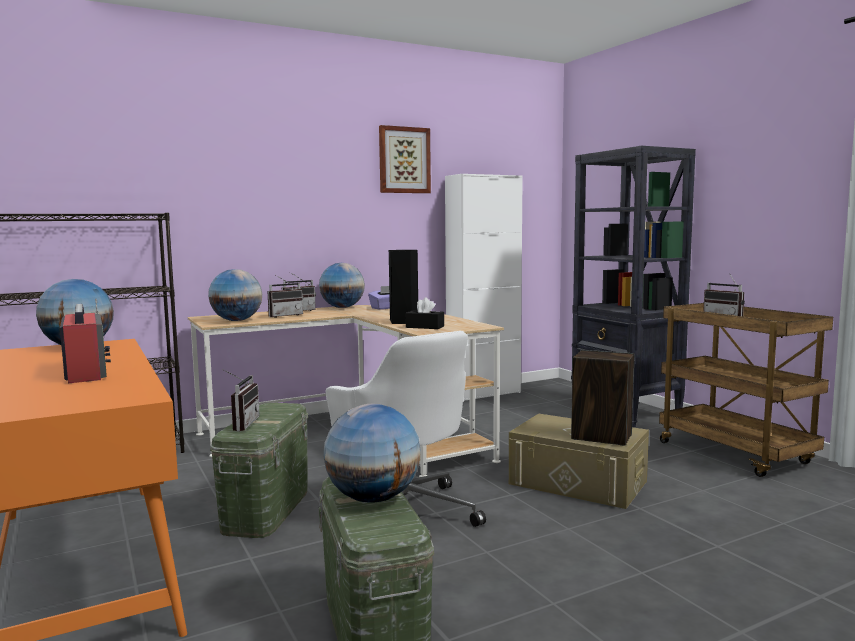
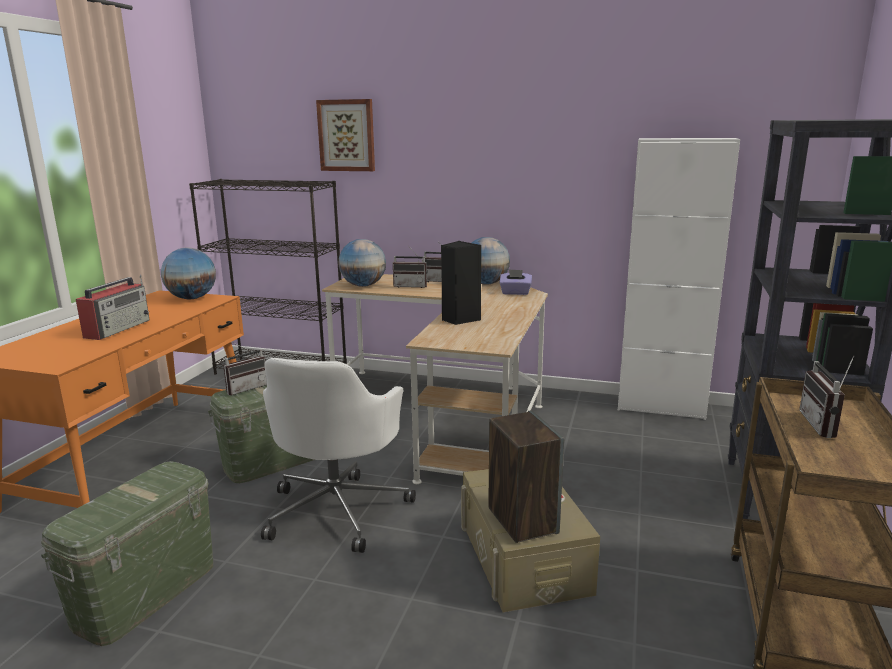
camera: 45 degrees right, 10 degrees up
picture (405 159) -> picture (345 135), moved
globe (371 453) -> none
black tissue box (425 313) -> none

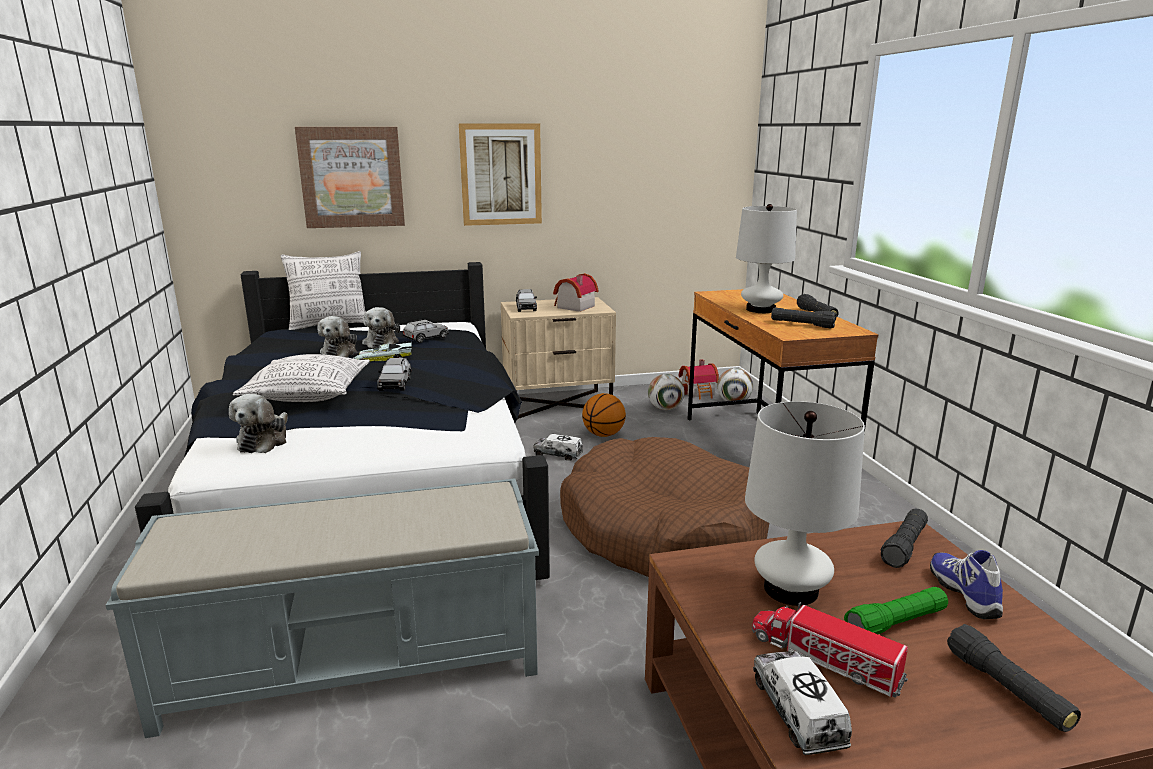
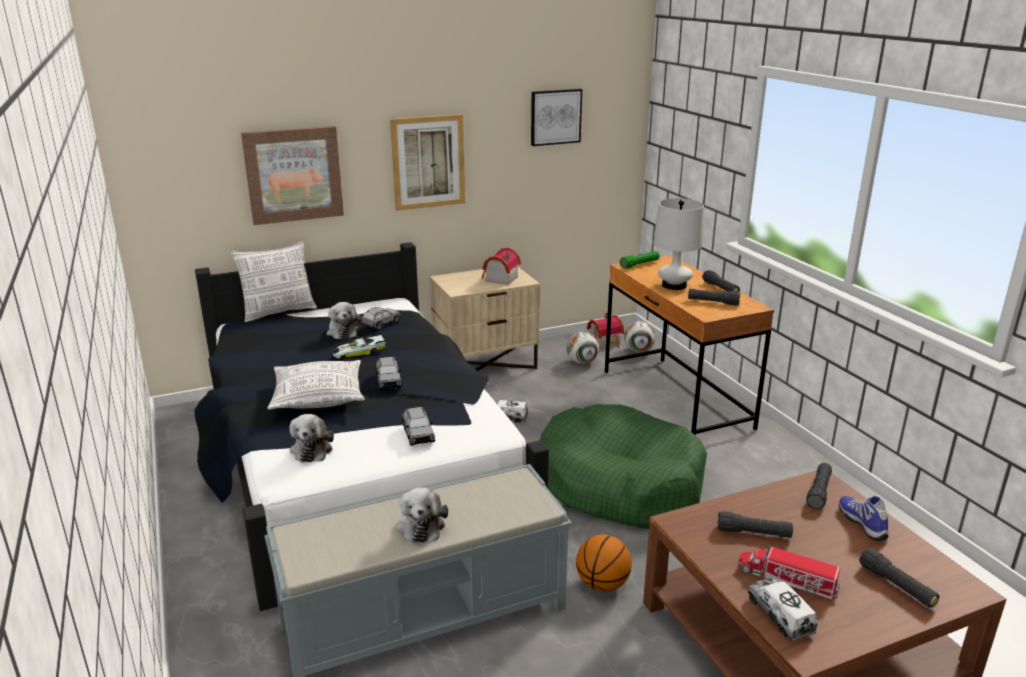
camera: 10 degrees left, 5 degrees up
plush toy (337 336) -> plush toy (422 515), moved
grey toy car (526 300) -> grey toy car (418 426), moved
none -> picture (556 117)
brown dog bed (664 507) -> green dog bed (623 466)
basketball (604 415) -> basketball (604 563), moved
green flashlight (896 611) -> green flashlight (639 260), moved
white table lamp (805 503) -> black flashlight (755 524)

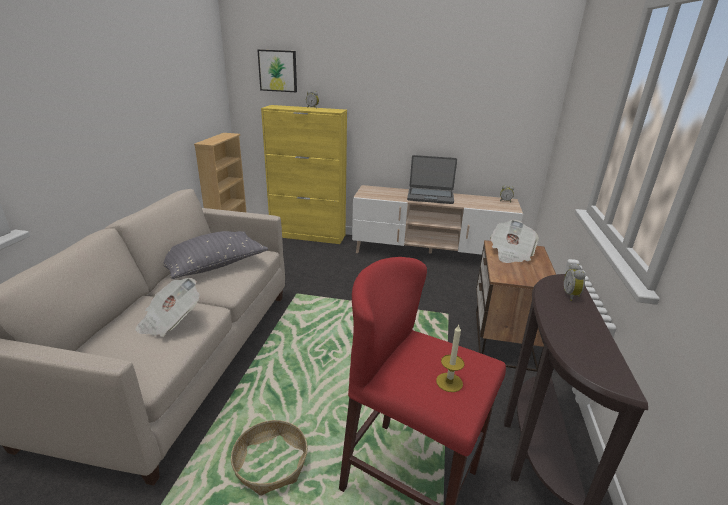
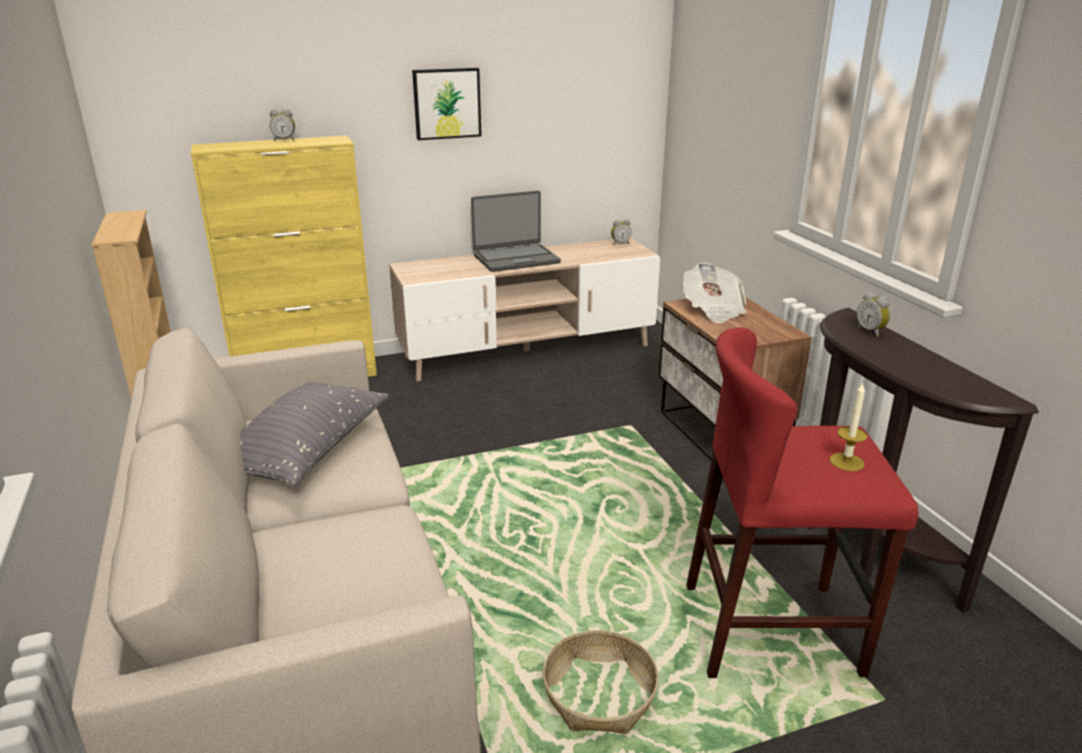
camera: 30 degrees left, 0 degrees up
picture (277 71) -> picture (447 104), moved
newspaper (167 307) -> none

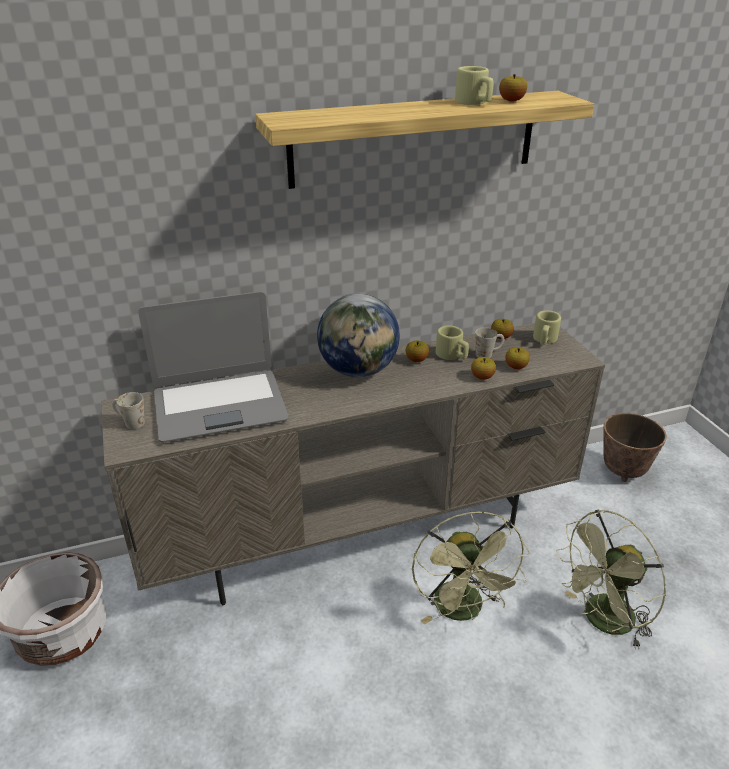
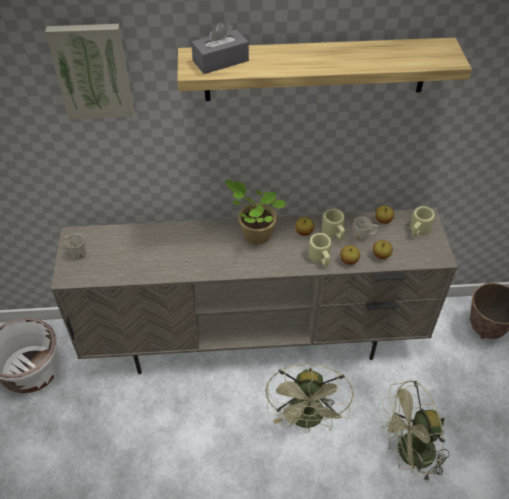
camera: 15 degrees right, 15 degrees up
none -> picture (89 71)
none -> grey tissue box (220 48)
globe (358 335) -> potted plant (255 212)
beige mug (474 85) -> beige mug (319 250), moved
laptop (213 366) -> none
apple (513 87) -> none

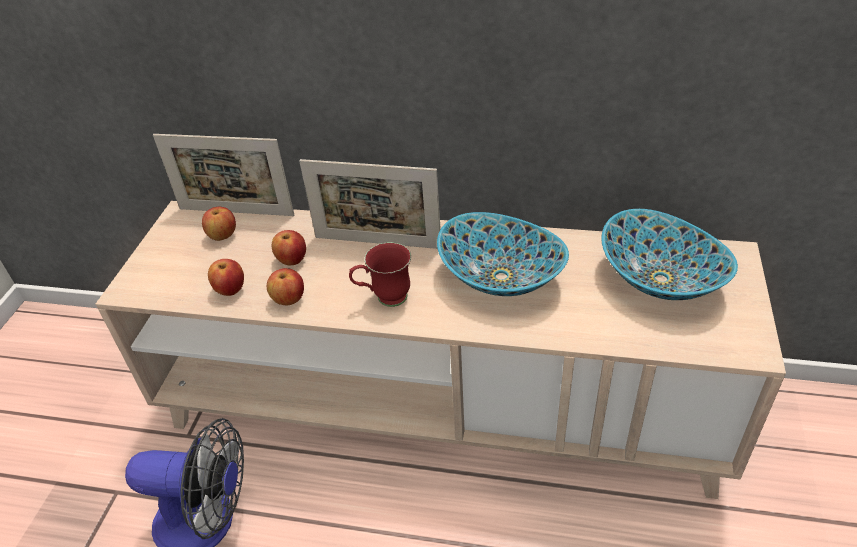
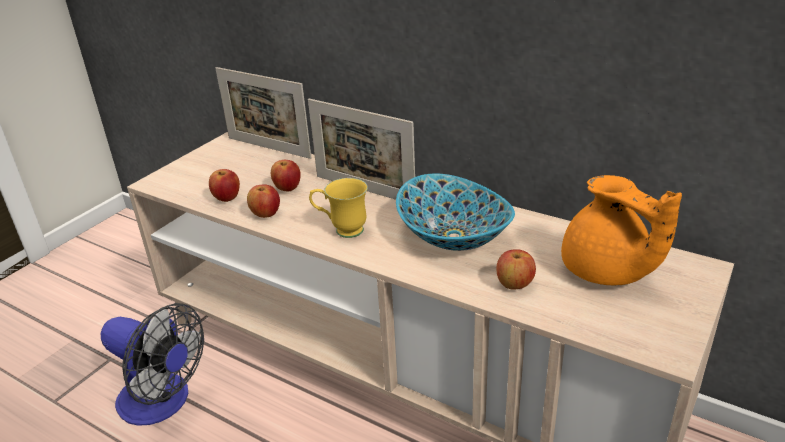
camera: 20 degrees right, 10 degrees down
red mug (380 274) -> yellow mug (338 208)
apple (219 224) -> apple (516 269), moved
bowl (669 254) -> orange teapot (621 230)

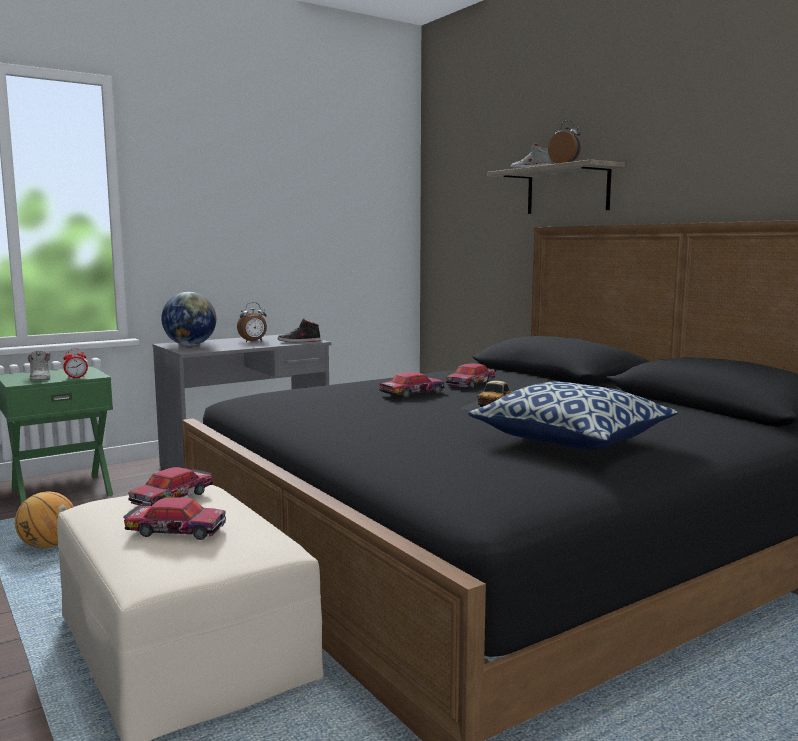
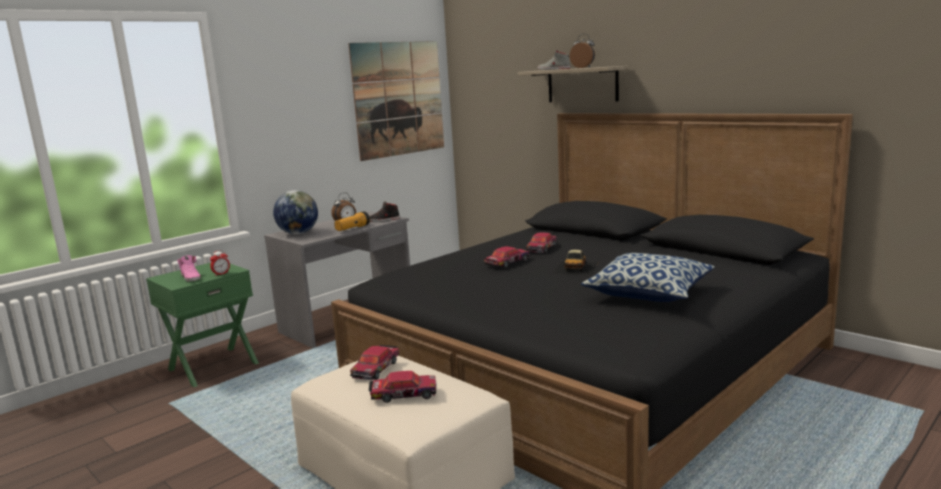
camera: 10 degrees left, 5 degrees up
grey shoe (38 365) -> pink shoe (189 268)
none -> flashlight (352 221)
none -> picture (396 101)
basketball (44 520) -> none

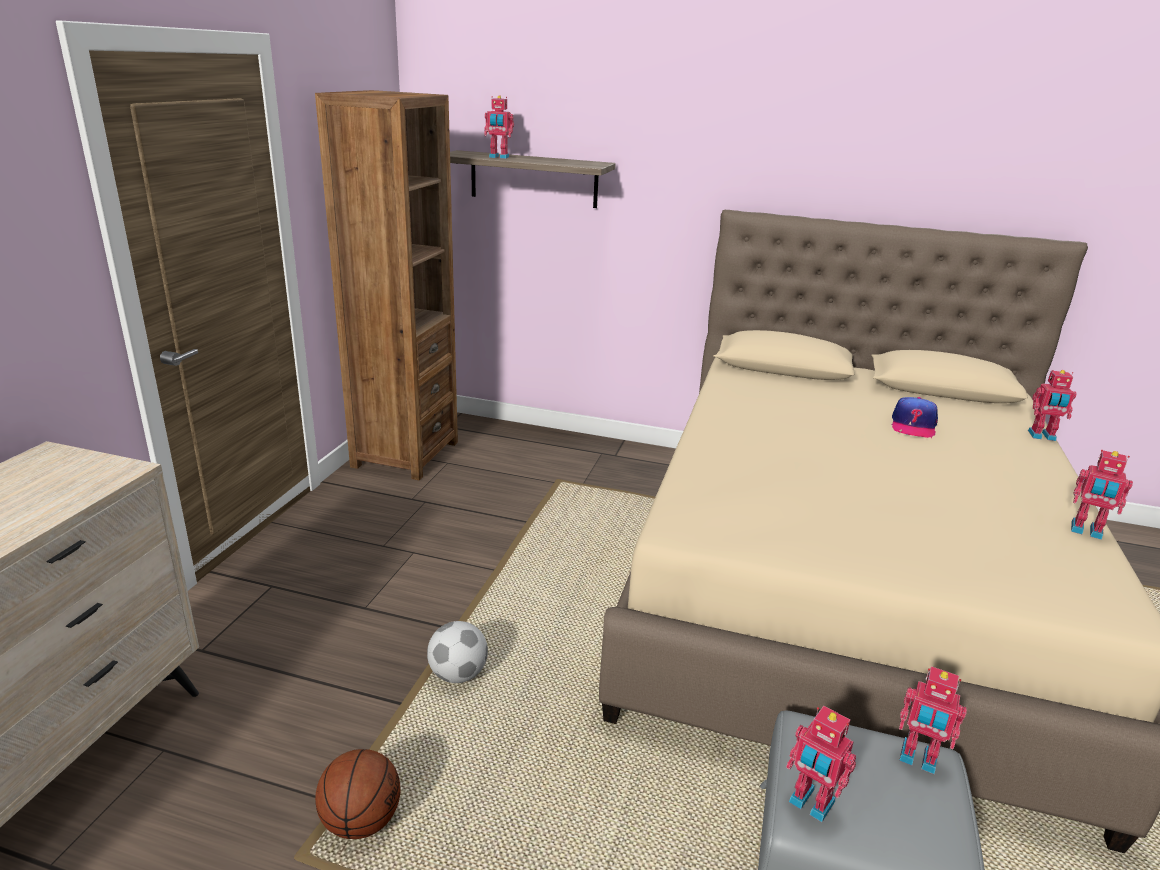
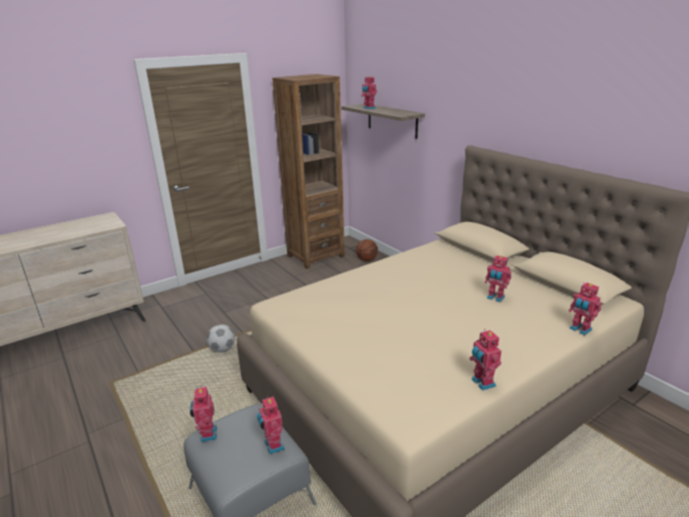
camera: 40 degrees right, 0 degrees up
basketball (358 794) -> basketball (367 250), moved
cap (915 417) -> toy robot (498 278)

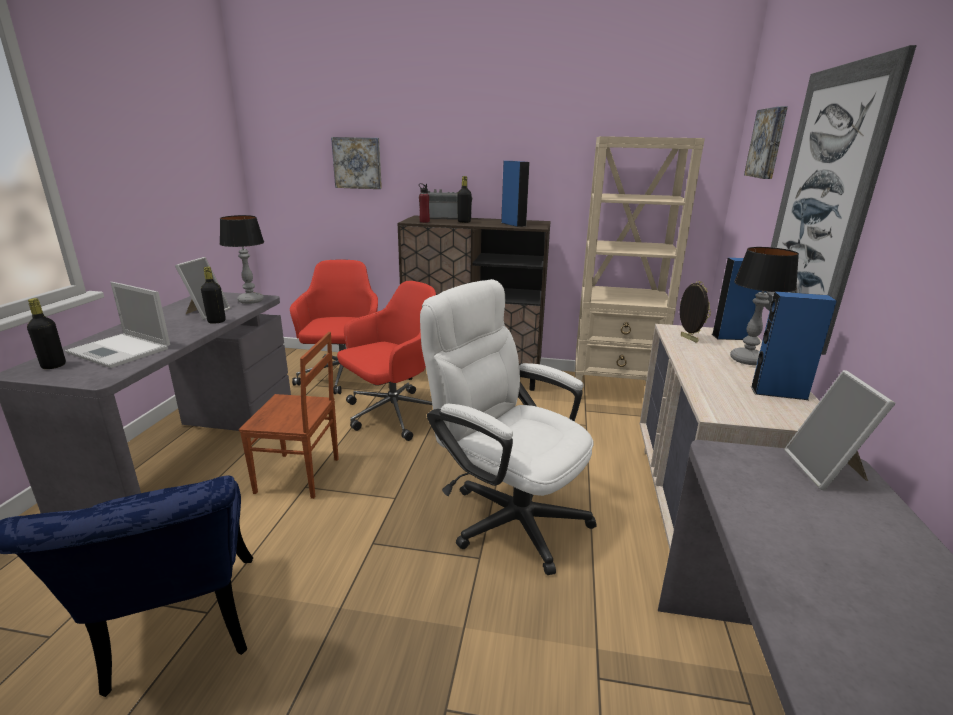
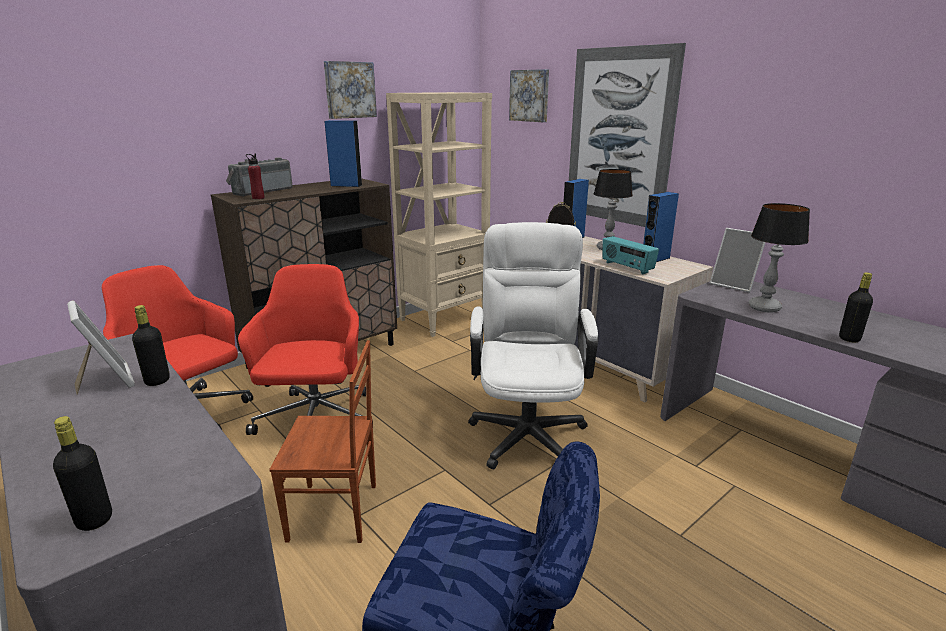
camera: 50 degrees left, 0 degrees up
brown chair (289 415) -> brown chair (322 441), 45 degrees clockwise
picture (356 163) -> picture (350 90), moved
white office chair (508 427) -> white office chair (533 345), 105 degrees clockwise
none -> radio (631 255)
table lamp (242 259) -> table lamp (779 258), moved
black bottle (464 199) -> black bottle (856 307), moved
laptop (117 325) -> none

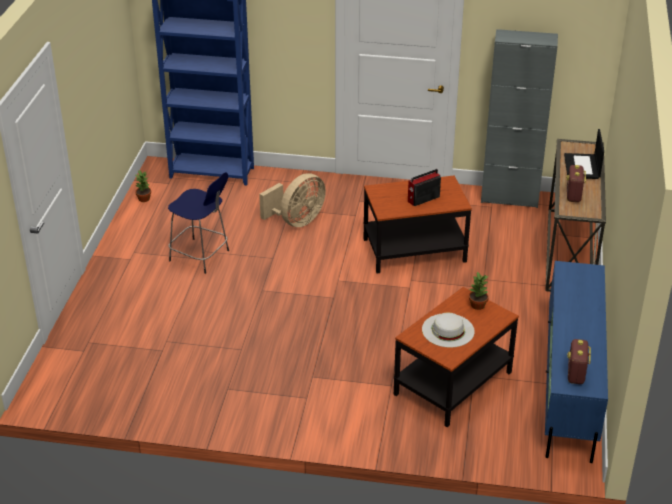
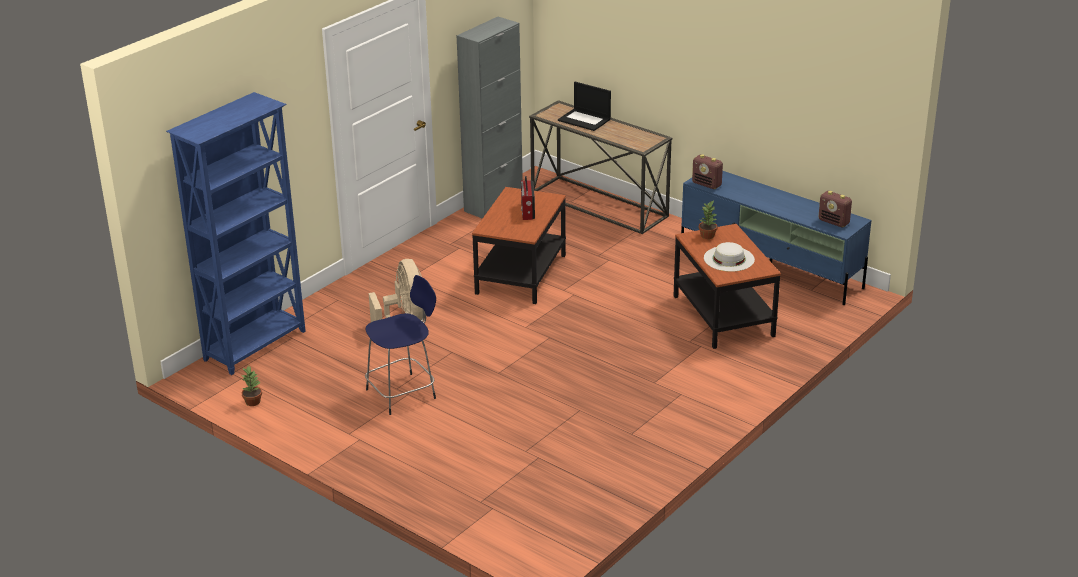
camera: 60 degrees left, 5 degrees down
radio (576 183) -> radio (707 171), moved

